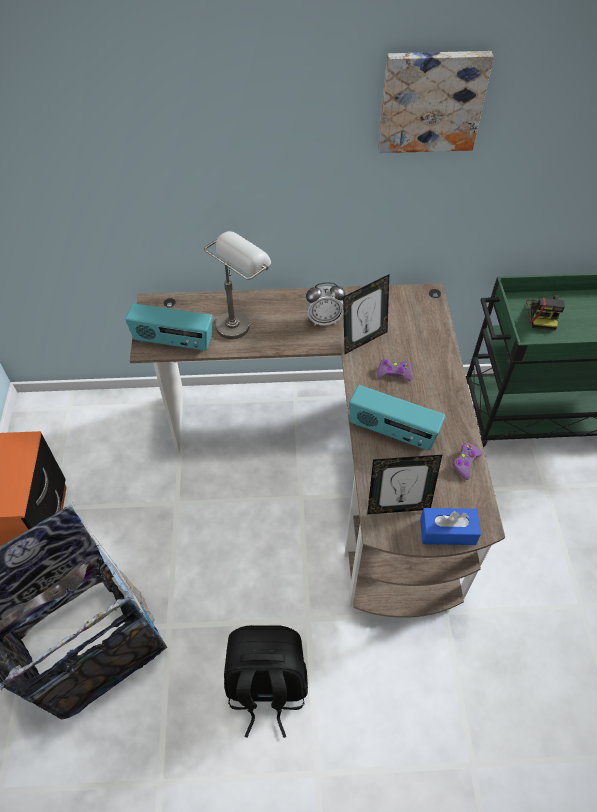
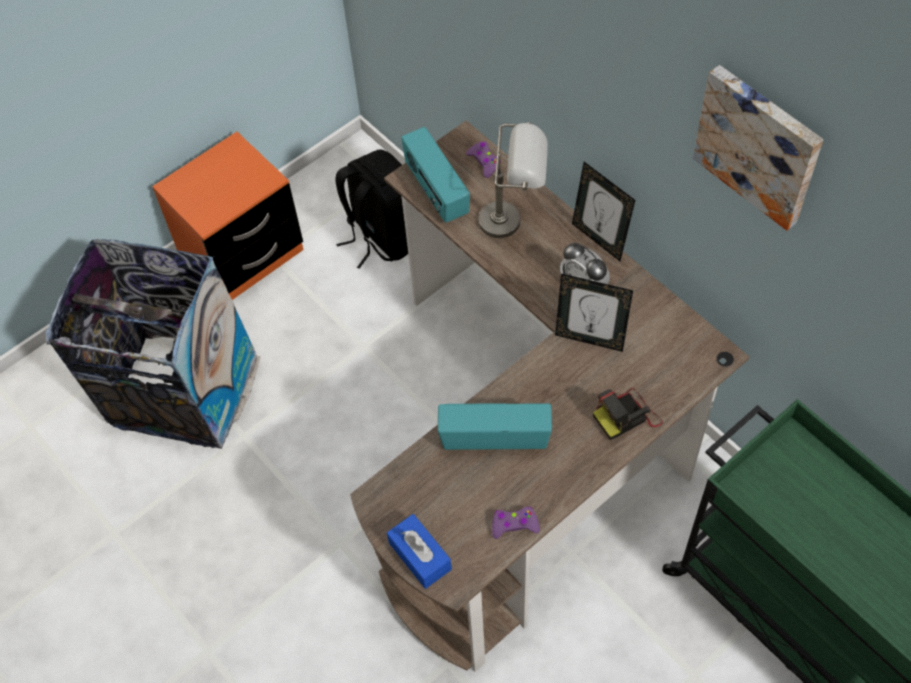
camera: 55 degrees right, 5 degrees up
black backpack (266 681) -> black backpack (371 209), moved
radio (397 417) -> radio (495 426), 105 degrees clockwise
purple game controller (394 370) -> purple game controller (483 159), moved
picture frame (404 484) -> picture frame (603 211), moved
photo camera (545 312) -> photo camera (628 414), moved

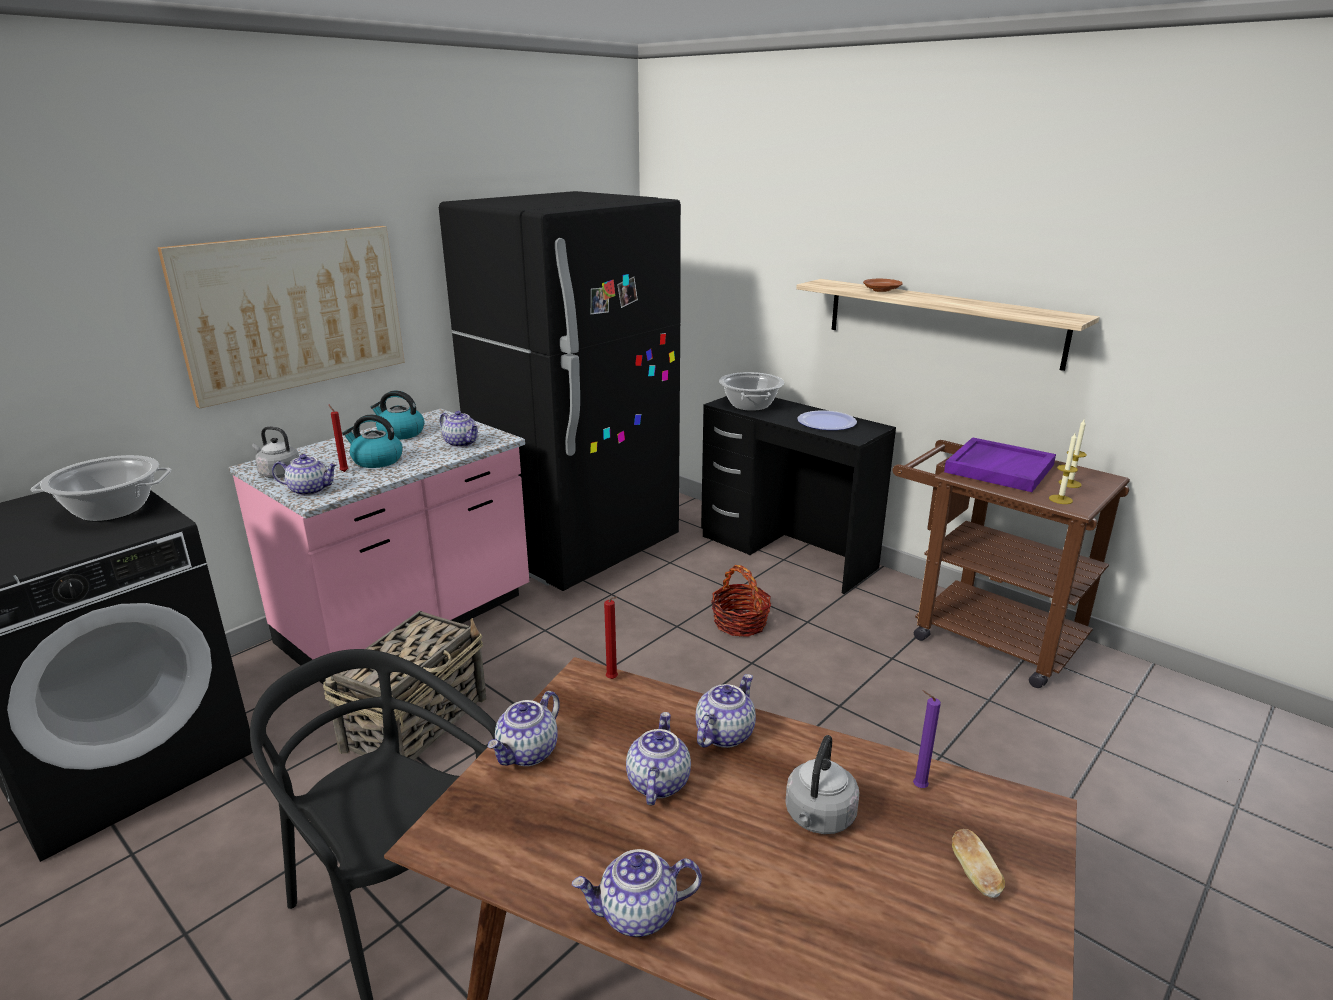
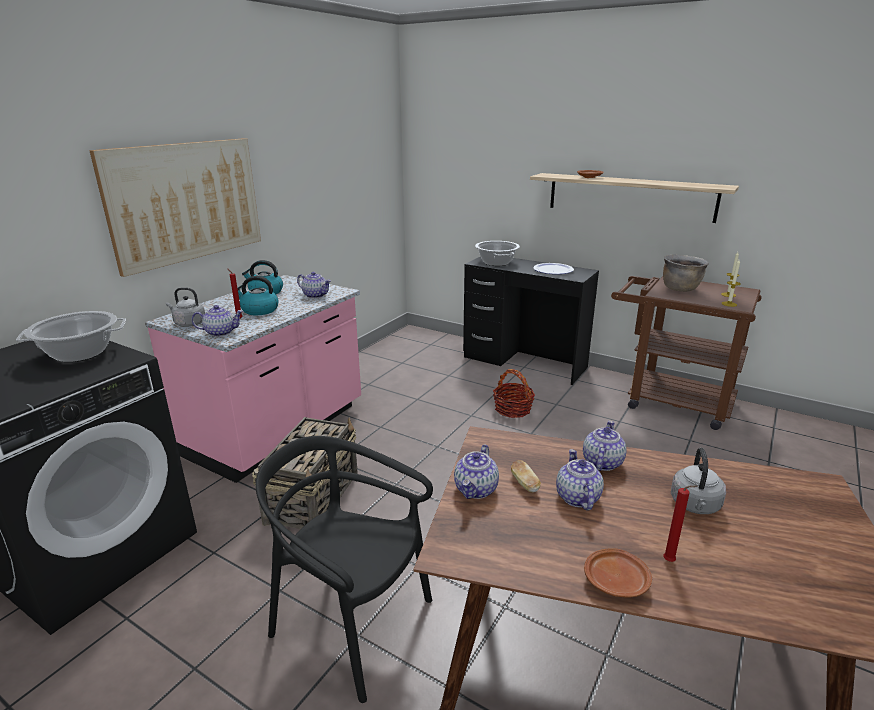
camera: 10 degrees left, 0 degrees up
bread (978 863) -> bread (526 476), moved
teapot (637 893) -> brown plate (618 573)
purple tray (1000 464) -> brown cooking pot (686 273)
red candle (611 638) -> red candle (680 523), moved
black fridge (560 391) -> none
purple candle (927 739) -> none

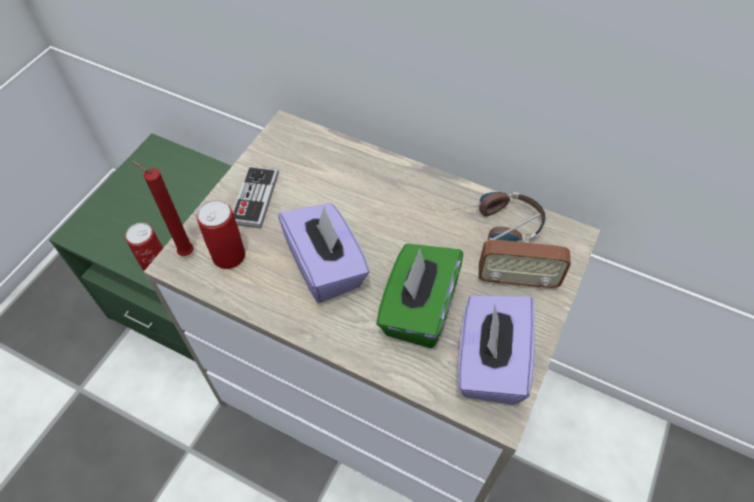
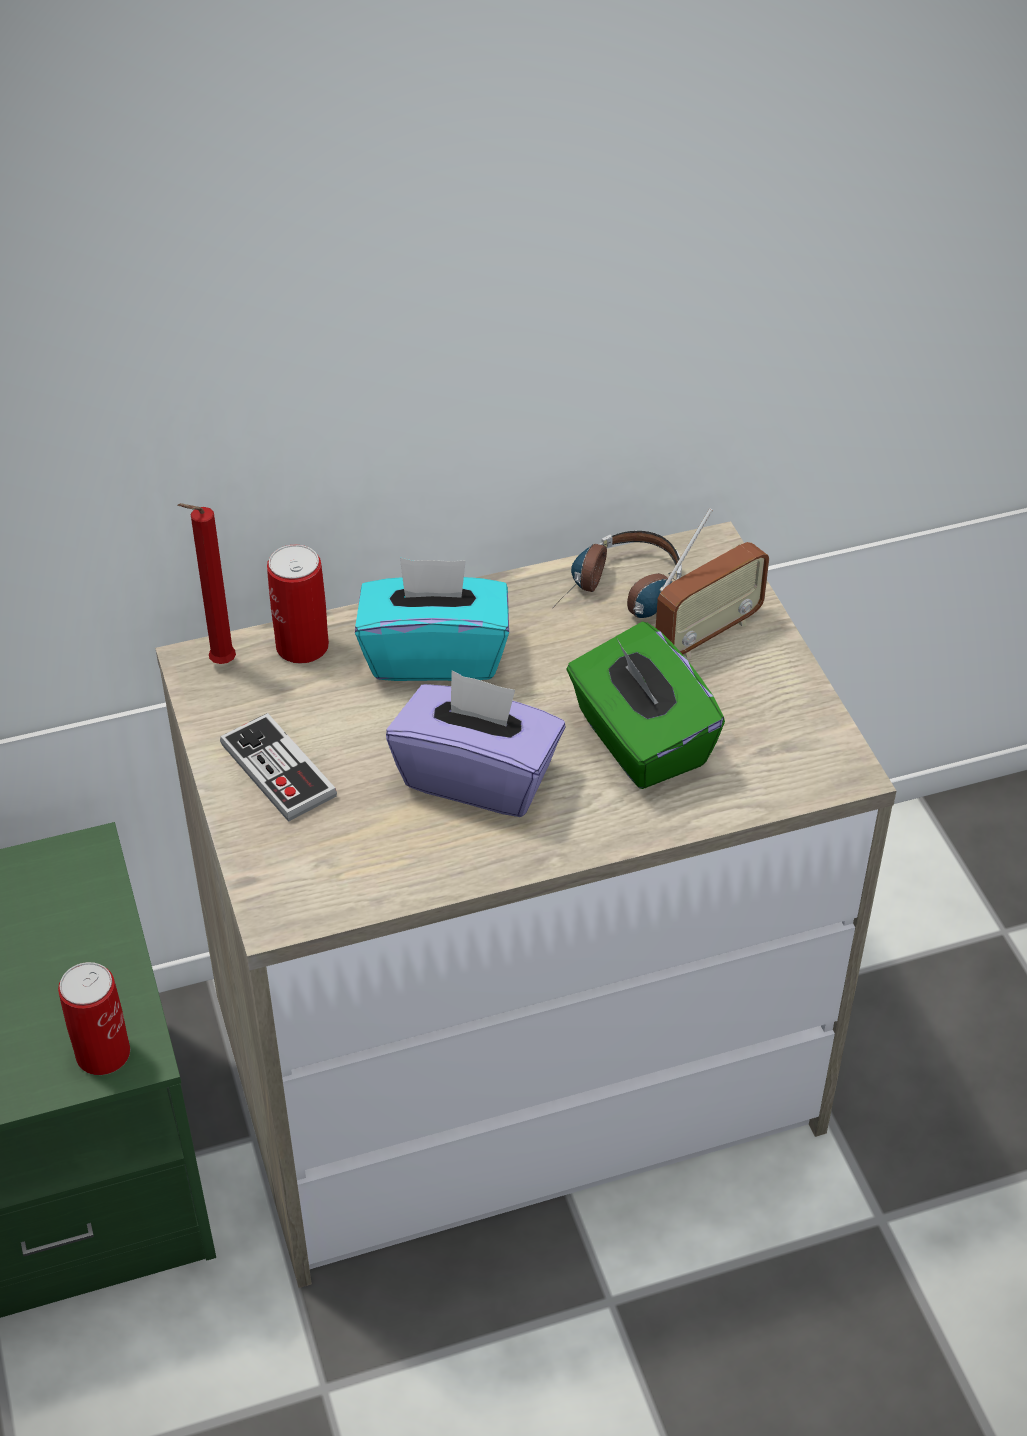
camera: 45 degrees left, 10 degrees down
red candle (162 208) -> red candle (207 583), moved
can (221 234) -> can (298 604), moved
none -> turquoise tissue box (432 619)
purple tissue box (496 350) -> none

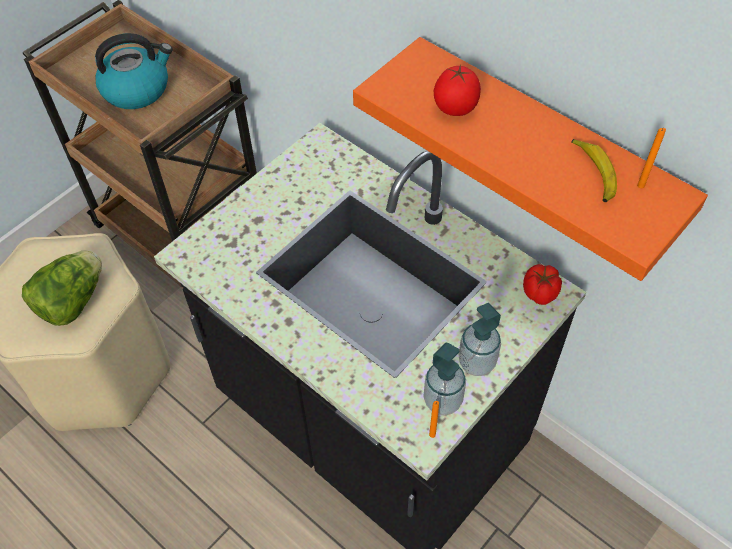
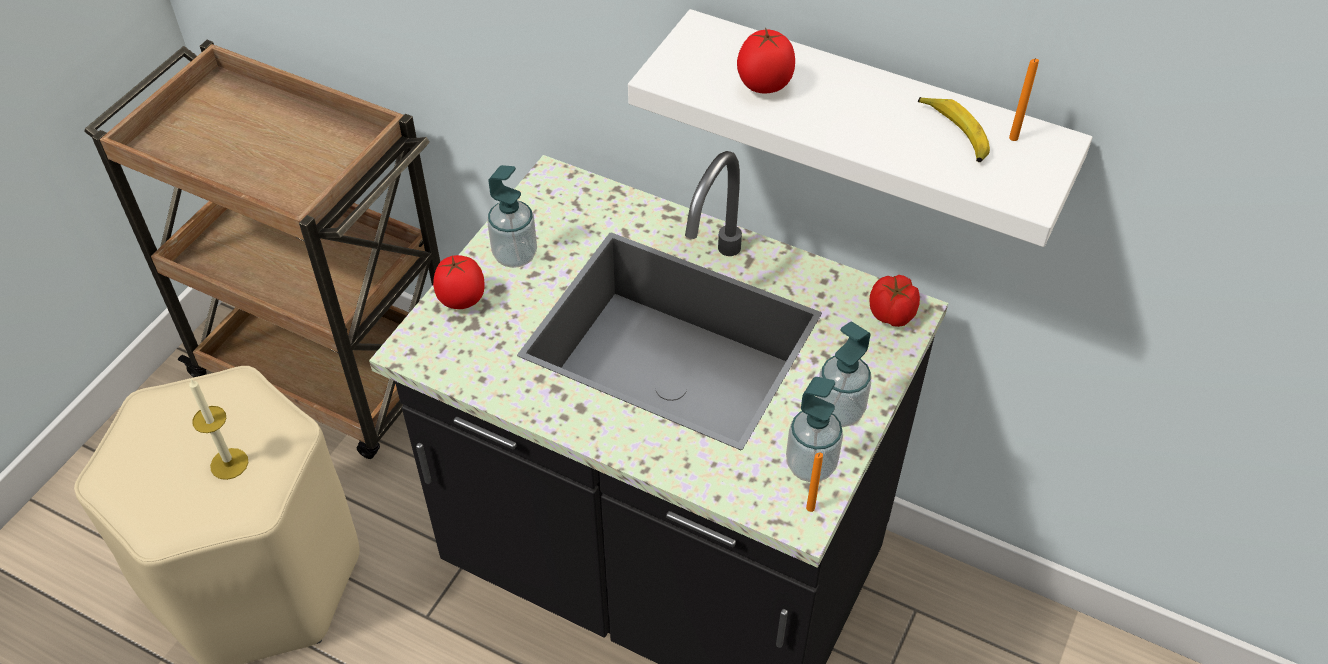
camera: 15 degrees left, 5 degrees down
lettuce (62 288) -> candle (218 429)
none -> tomato (459 282)
none -> soap dispenser (512 216)
orange shelf (530 159) -> white shelf (860 128)
kettle (134 71) -> none

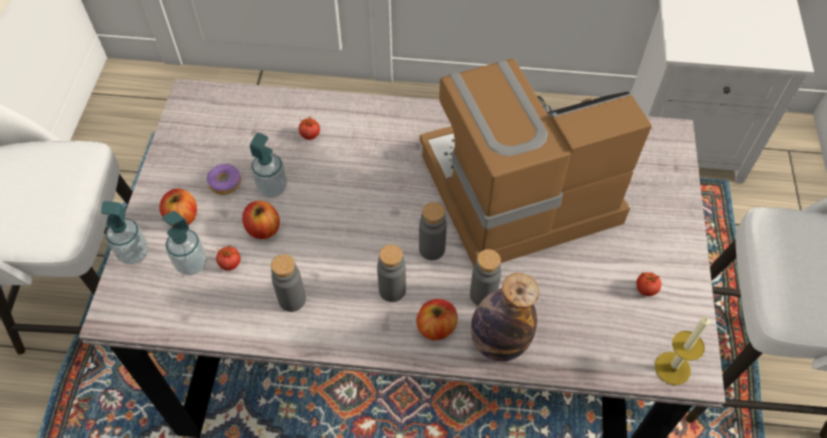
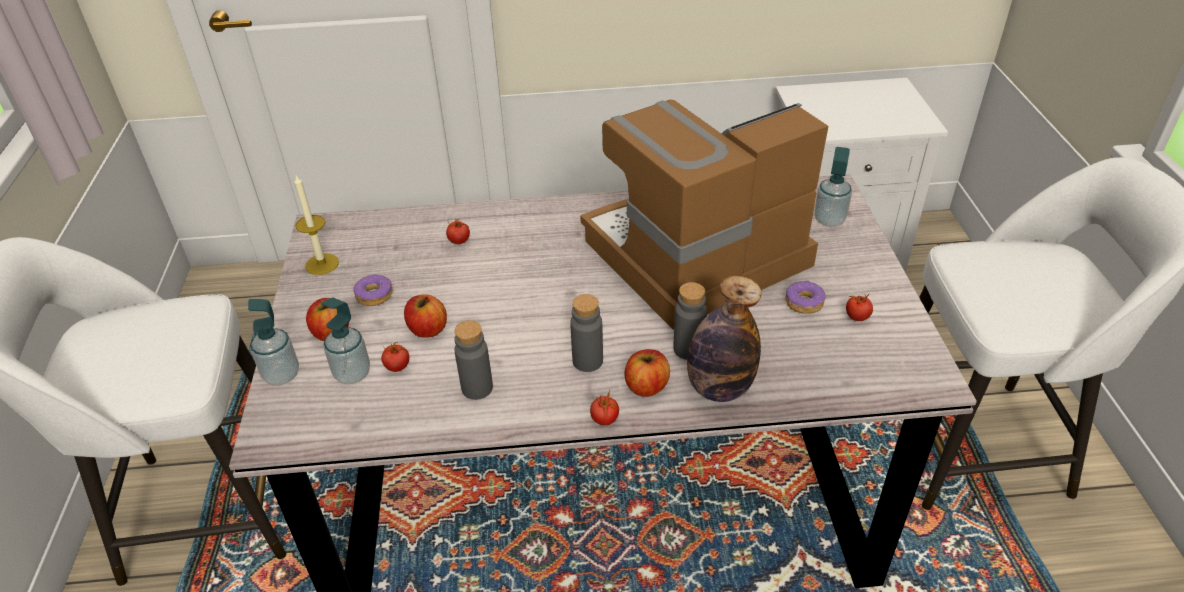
camera: 10 degrees left, 15 degrees down
candle (682 350) -> candle (316 225), moved
none -> tomato (604 407)
none -> donut (805 297)
soap dispenser (268 165) -> soap dispenser (833 187), moved
grey bottle (433 231) -> none

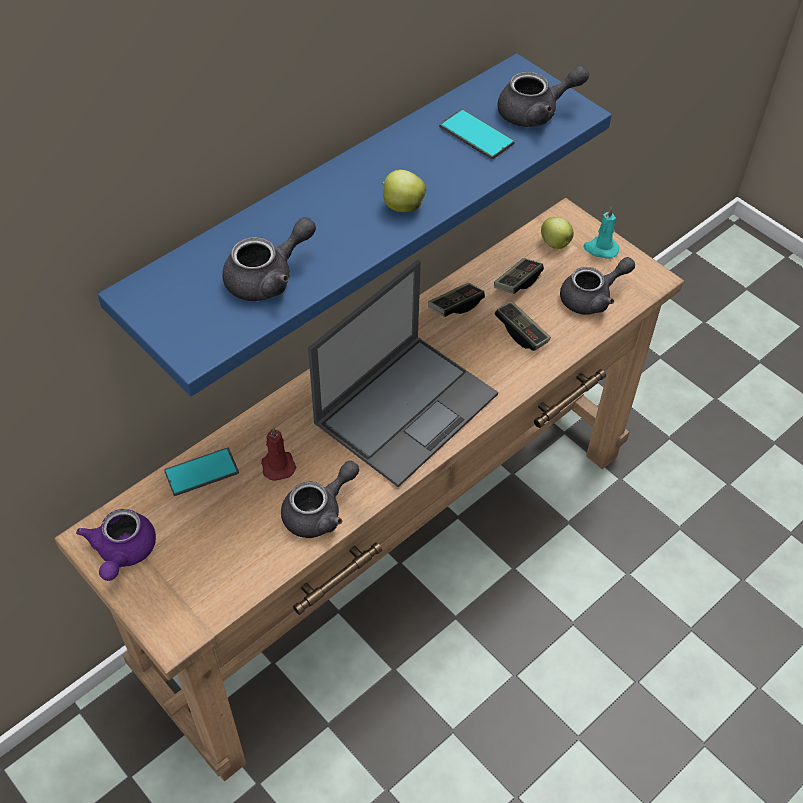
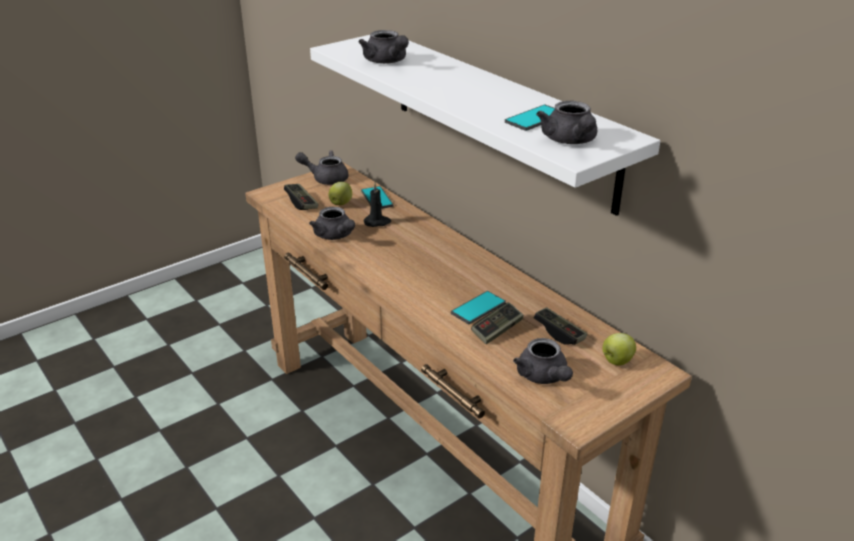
camera: 95 degrees right, 20 degrees down
game controller (456 300) -> game controller (301 197), moved
purple teapot (116 545) -> grey teapot (322 167)
blue shelf (355 225) -> white shelf (485 125)
apple (404 191) -> apple (340 193), moved
red candle (278 454) -> black candle (377 205)
none -> phone (478 307)
laptop (403 373) -> none
turquoise candle (601 233) -> none

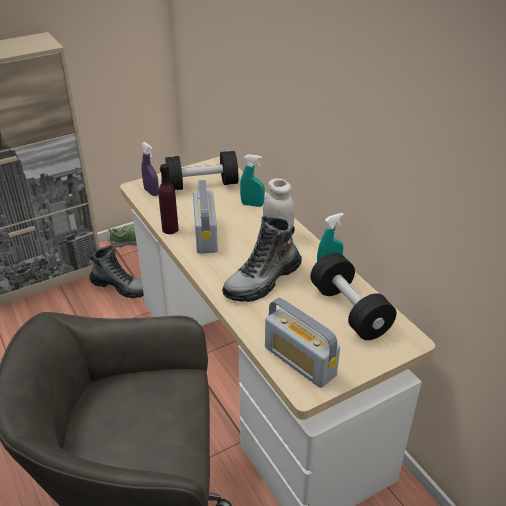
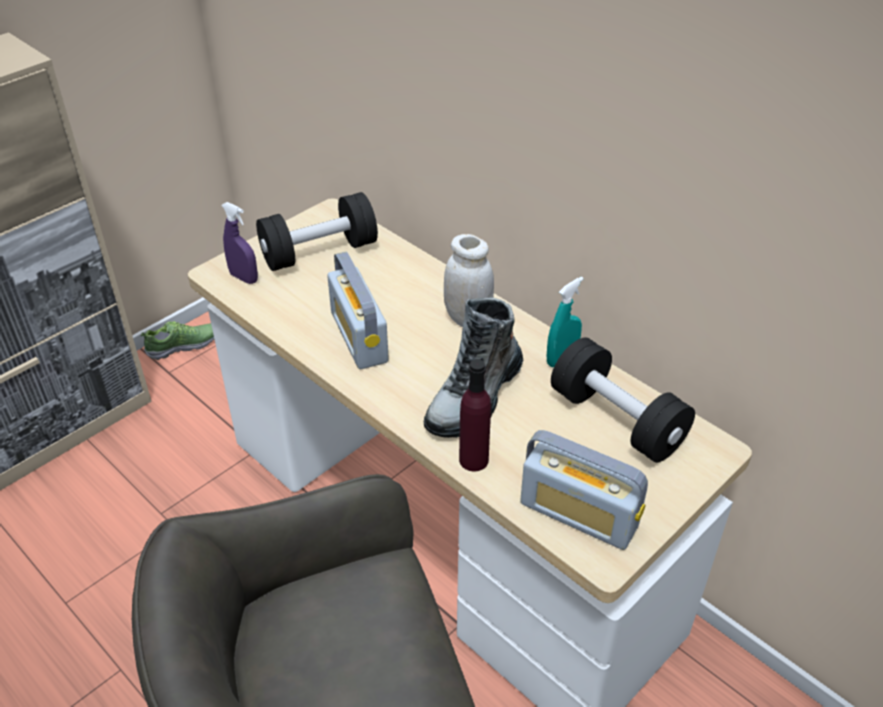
camera: 15 degrees left, 5 degrees up
purple bottle (169 199) -> purple bottle (475 415), moved
boot (116 271) -> none
turquoise spray bottle (252 180) -> none

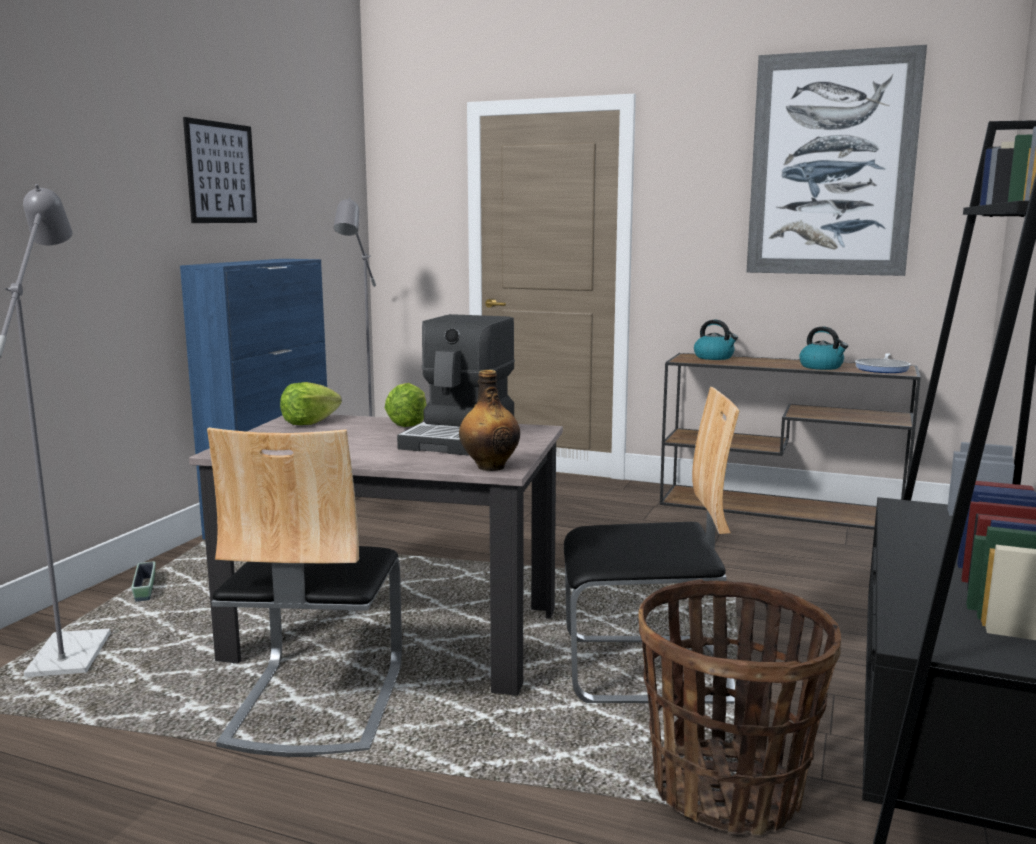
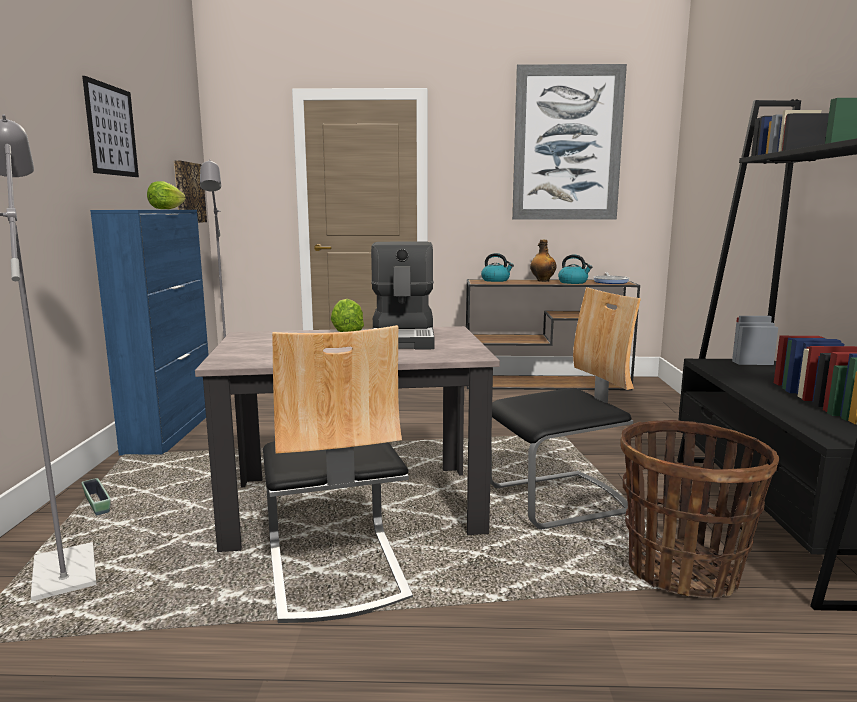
camera: 20 degrees left, 0 degrees up
lettuce (311 403) -> lettuce (166 195), moved
none -> picture (190 191)
bottle (489 420) -> bottle (543 261), moved

